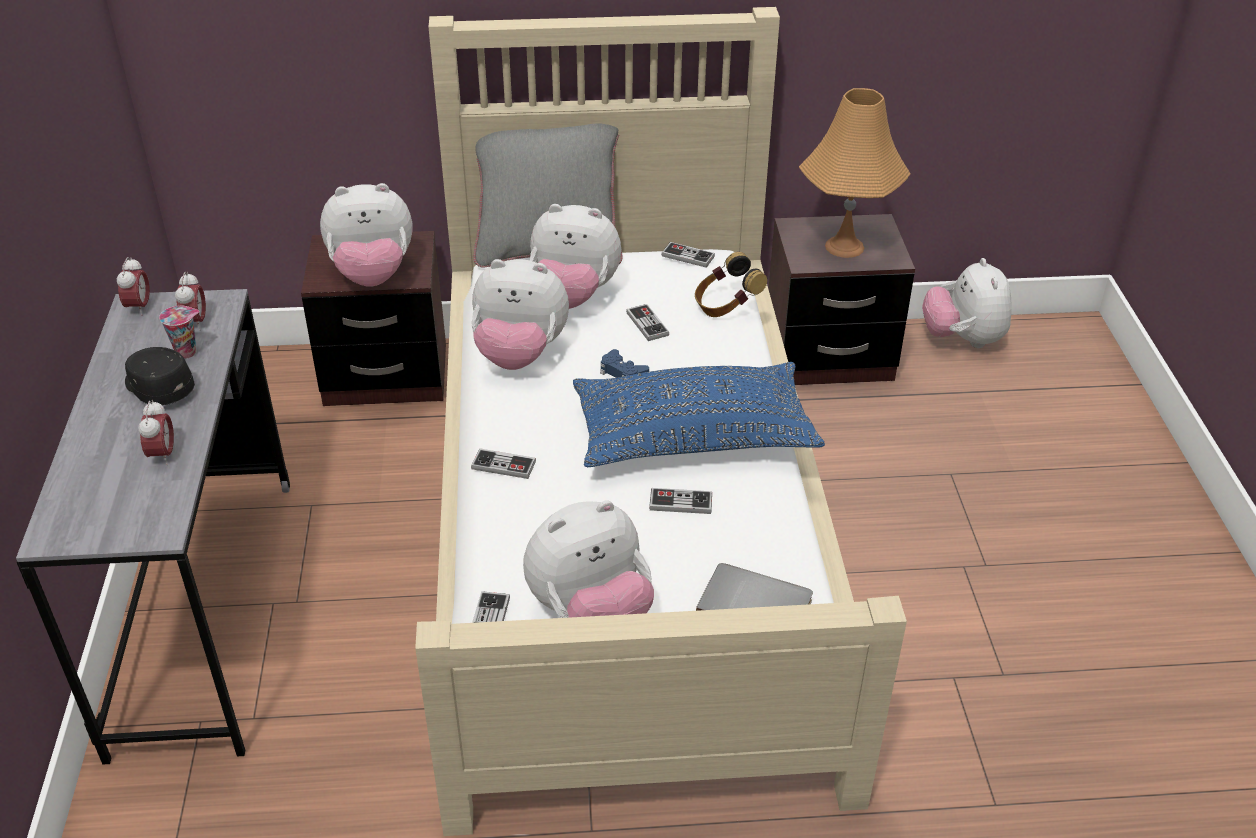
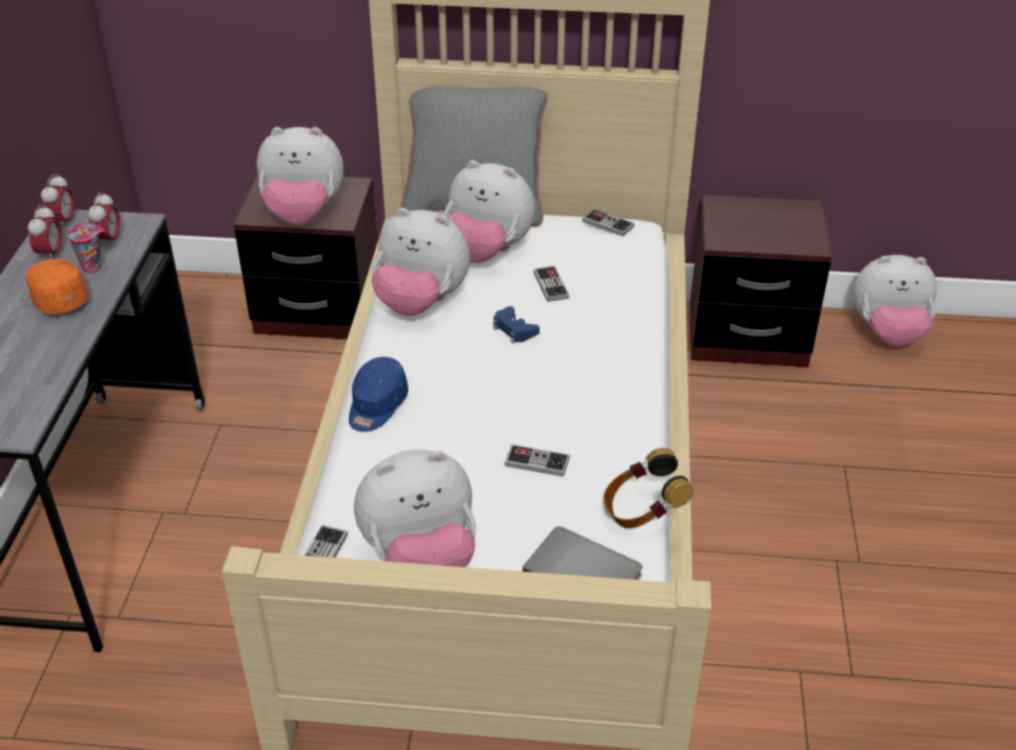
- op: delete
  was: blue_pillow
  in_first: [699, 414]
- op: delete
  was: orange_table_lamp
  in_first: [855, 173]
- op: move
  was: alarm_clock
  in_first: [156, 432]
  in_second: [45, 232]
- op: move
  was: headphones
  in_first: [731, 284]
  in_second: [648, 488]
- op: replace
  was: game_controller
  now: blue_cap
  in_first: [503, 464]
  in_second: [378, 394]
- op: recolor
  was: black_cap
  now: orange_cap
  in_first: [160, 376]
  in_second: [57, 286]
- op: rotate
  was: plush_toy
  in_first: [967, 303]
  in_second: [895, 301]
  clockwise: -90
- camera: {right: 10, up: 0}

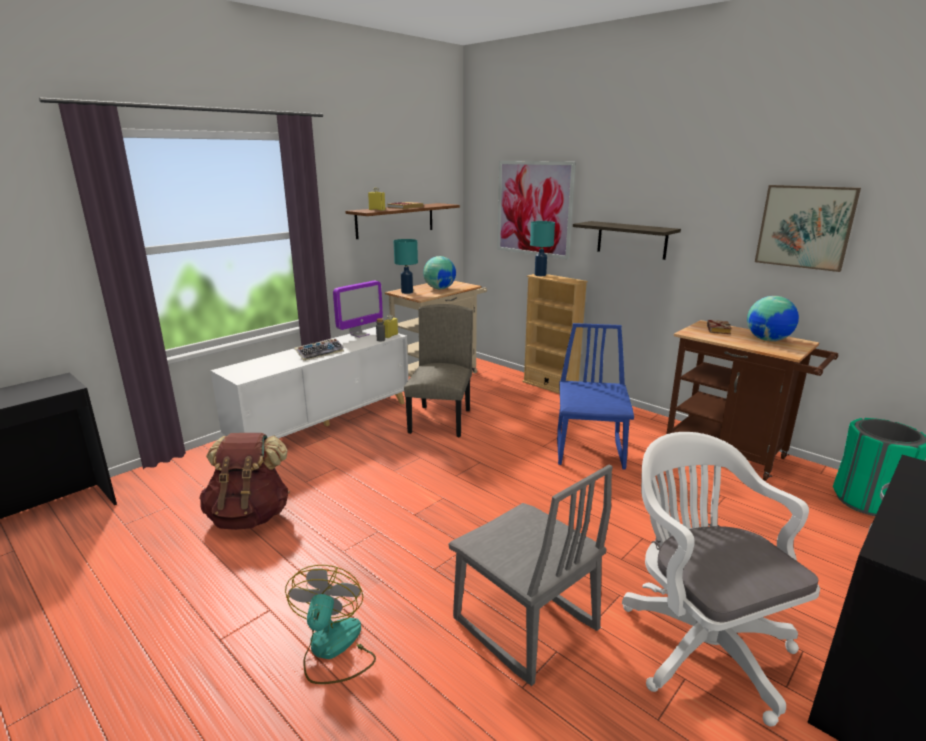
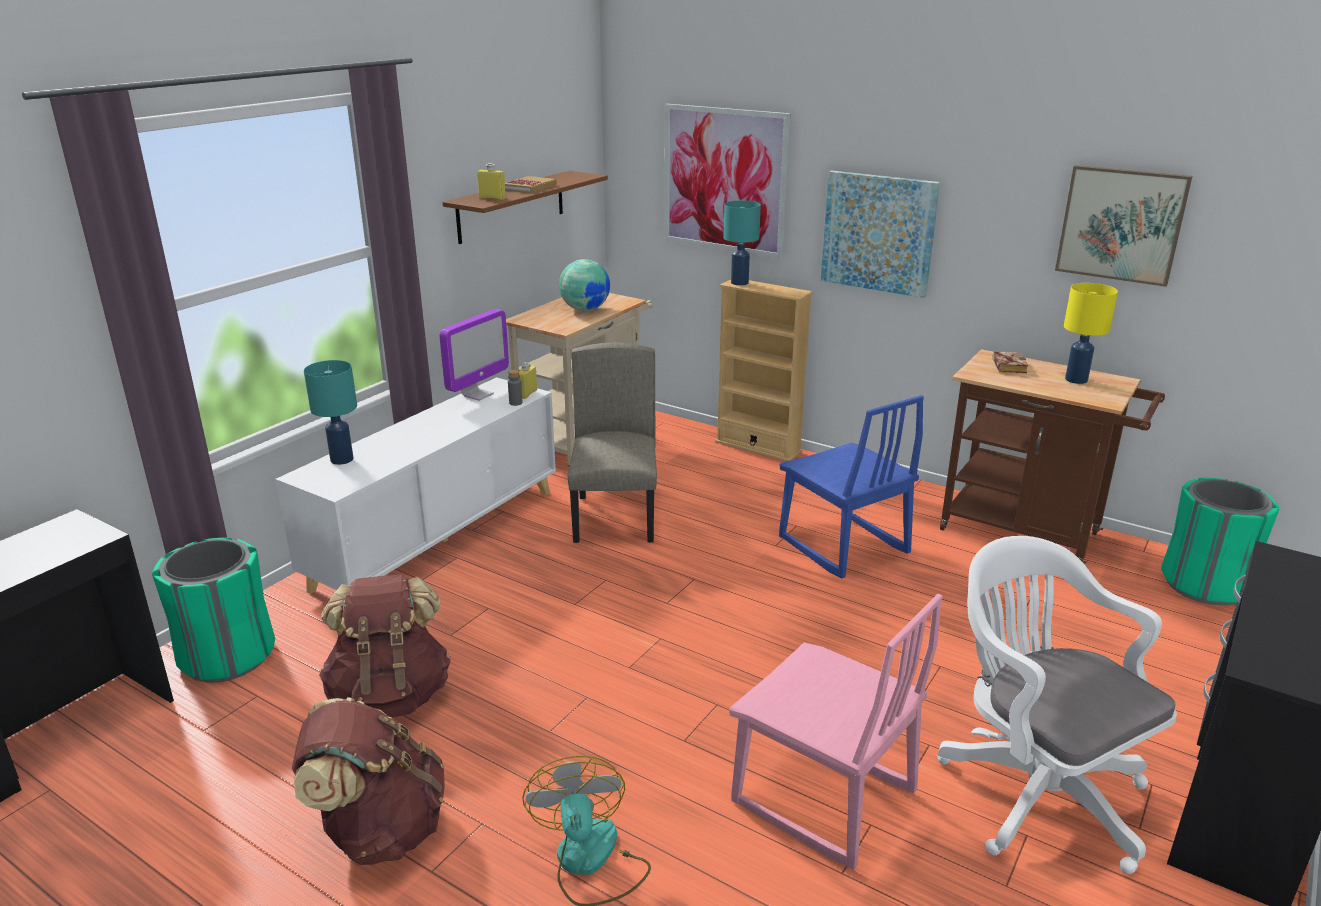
- op: delete
  was: keyboard
  in_first: [319, 350]
- op: insert
  now: green_trash_can
  in_second: [213, 610]
- op: insert
  now: brown_backpack
  in_second: [368, 781]
- op: move
  was: turquoise_table_lamp
  in_first: [405, 266]
  in_second: [330, 412]
- op: replace
  was: shelf
  now: picture
  in_first: [627, 240]
  in_second: [880, 234]
- op: replace
  was: globe
  now: yellow_table_lamp
  in_first: [773, 318]
  in_second: [1091, 333]
- op: recolor
  was: grey_chair
  now: pink_chair
  in_first: [531, 575]
  in_second: [836, 732]
- op: rotate
  was: blue_chair
  in_first: [595, 396]
  in_second: [851, 486]
  clockwise: 150
- camera: {right: -10, up: 5}

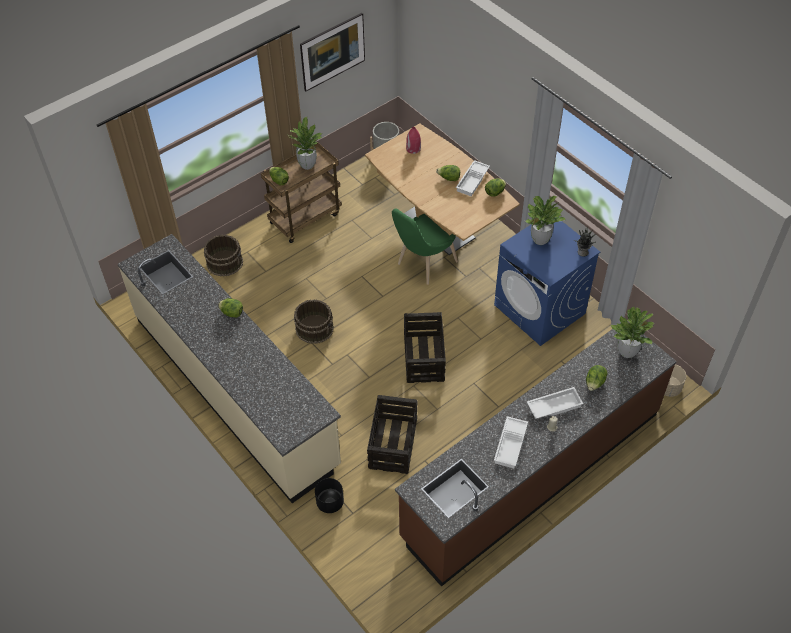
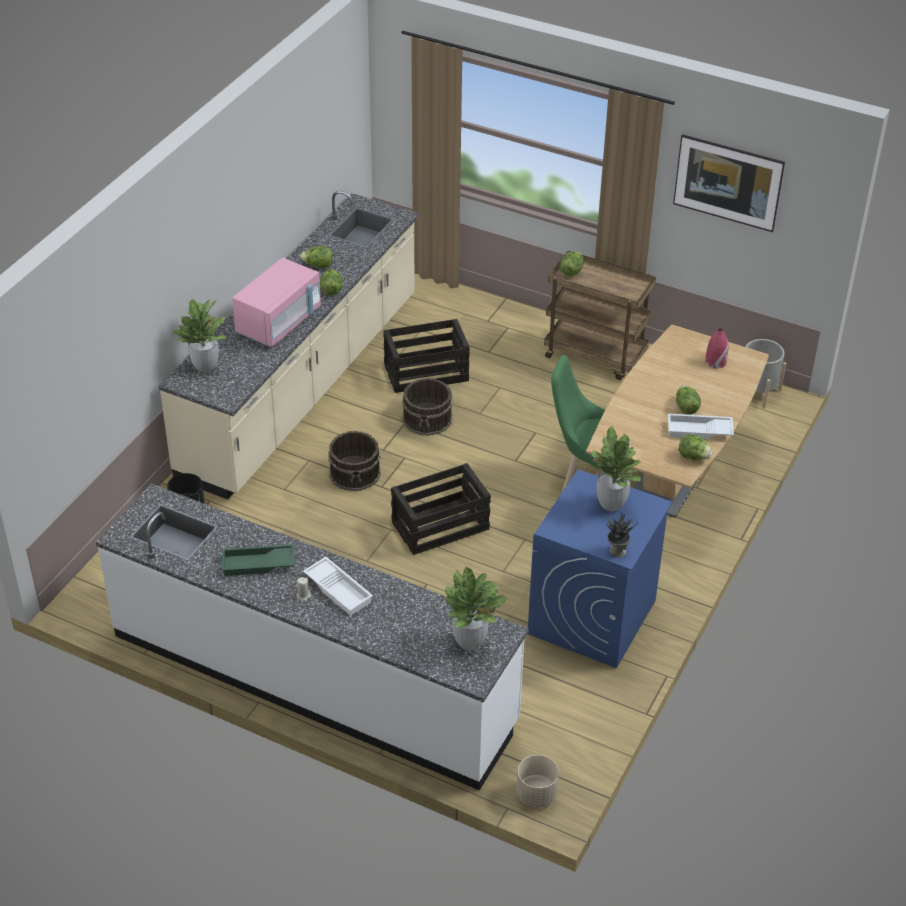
- op: insert
  now: pink_microwave
  in_second: [276, 302]
- op: move
  was: brown_bucket
  in_first: [223, 256]
  in_second: [354, 461]
- op: move
  was: potted_plant
  in_first: [305, 143]
  in_second: [199, 335]
- op: move
  was: crate
  in_first: [392, 434]
  in_second: [426, 356]
- op: move
  was: lettuce
  in_first: [597, 378]
  in_second: [316, 257]
- op: recolor
  was: brown_counter
  now: white_counter
  in_first: [536, 454]
  in_second: [312, 637]
- op: recolor
  was: white_tray
  now: green_tray
  in_first: [511, 442]
  in_second: [258, 560]
- camera: {right: 65, up: -10}

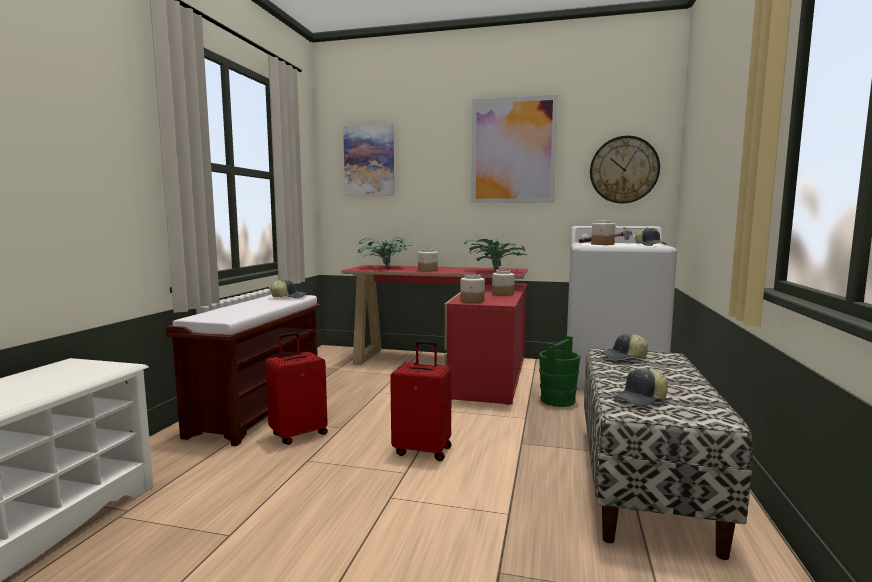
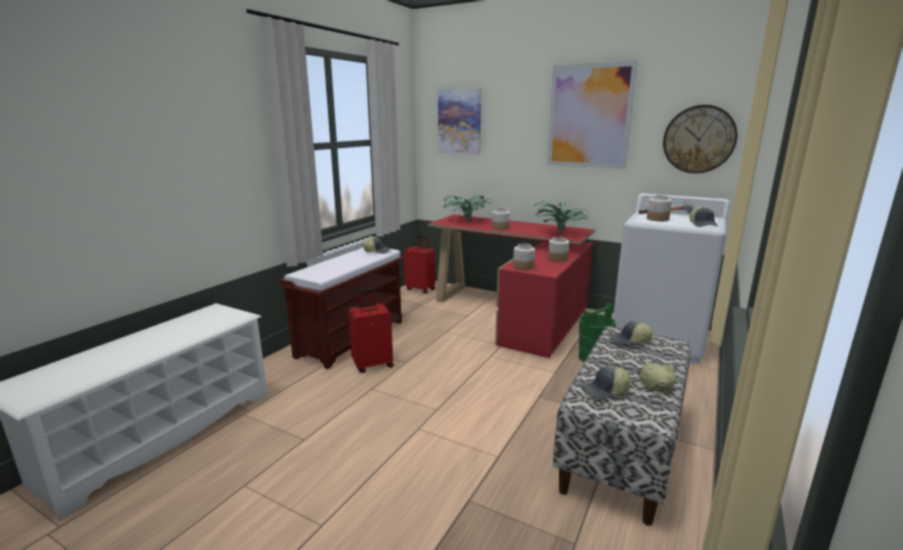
- op: insert
  now: cap
  in_second: [657, 376]
- op: move
  was: red_suitcase
  in_first: [421, 400]
  in_second: [419, 264]
- camera: {right: 15, up: 10}

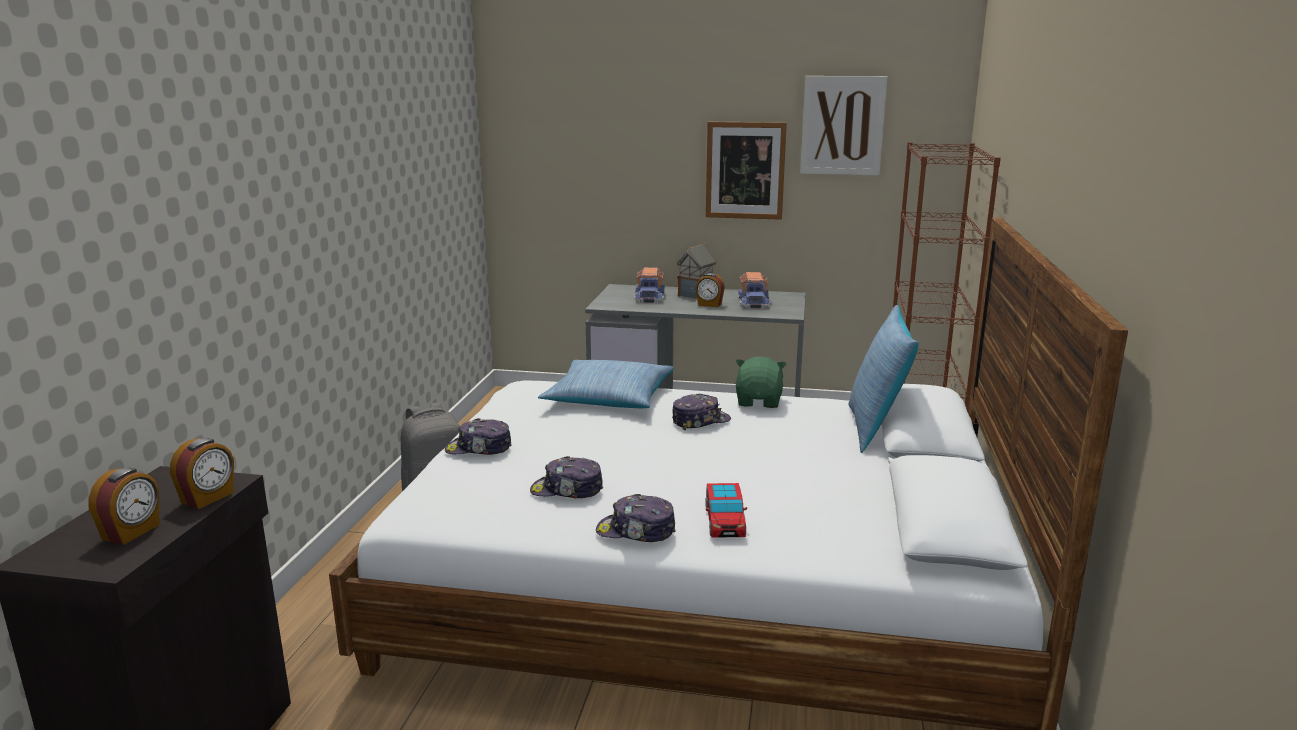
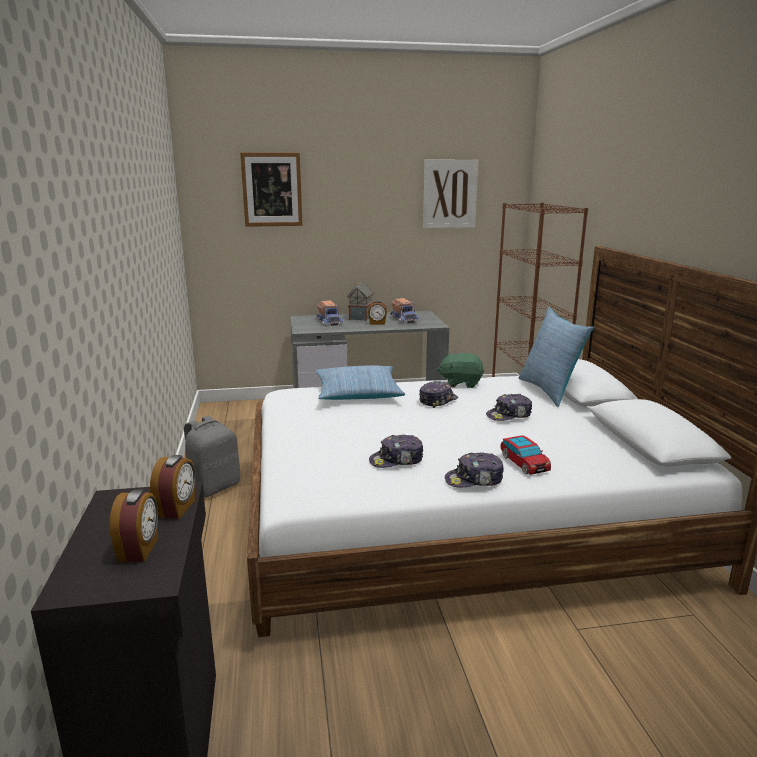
- op: move
  was: cap
  in_first: [478, 436]
  in_second: [509, 407]
- op: move
  was: picture
  in_first: [746, 171]
  in_second: [271, 189]
- op: rotate
  was: green_plush_toy
  in_first: [760, 382]
  in_second: [460, 370]
  clockwise: -75
- camera: {right: -20, up: 0}

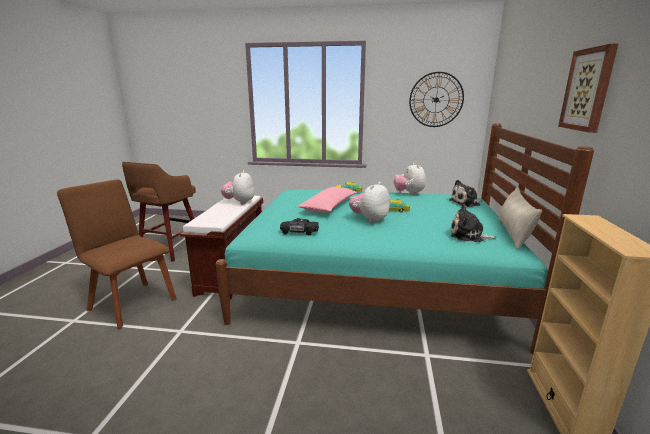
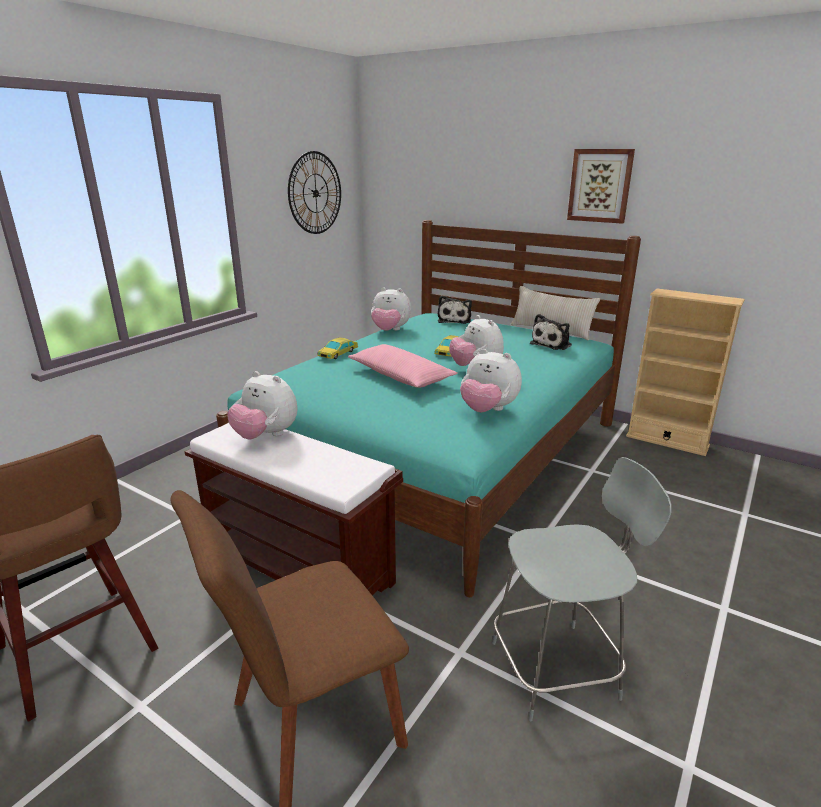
- op: insert
  now: grey_chair
  in_second: [582, 589]
- op: replace
  was: black_toy_car
  now: plush_toy
  in_first: [299, 226]
  in_second: [491, 380]
- camera: {right: -65, up: 5}

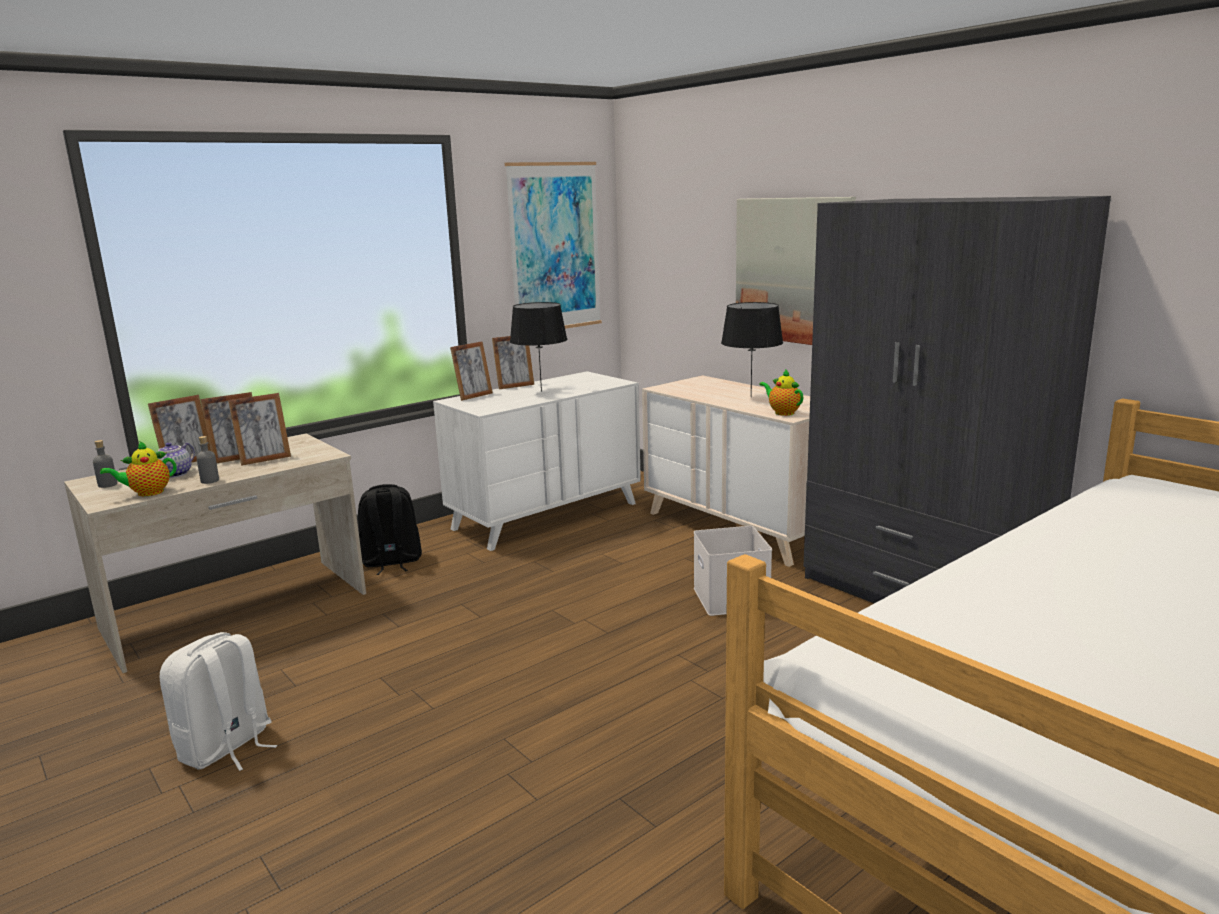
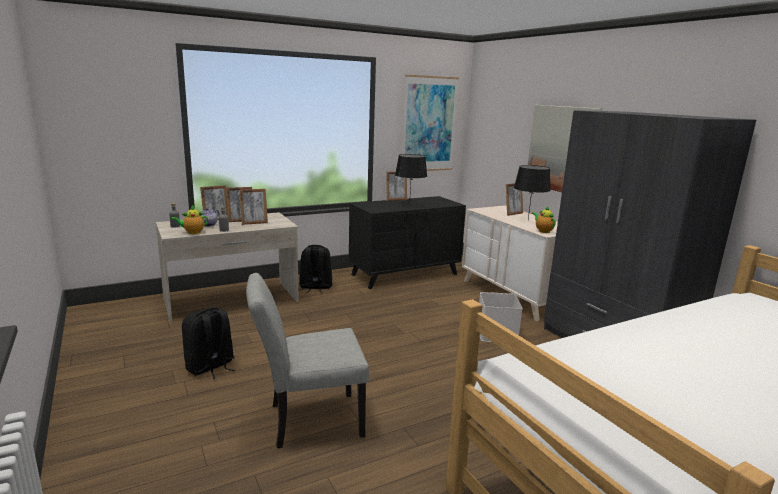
- op: insert
  now: grey_chair
  in_second: [307, 361]
- op: move
  was: picture_frame
  in_first: [471, 371]
  in_second: [514, 199]
- op: recolor
  was: white_backpack
  now: black_backpack
  in_first: [218, 701]
  in_second: [208, 343]
- op: recolor
  was: white_dresser
  now: black_dresser
  in_first: [537, 461]
  in_second: [407, 242]
- camera: {right: 10, up: 0}

